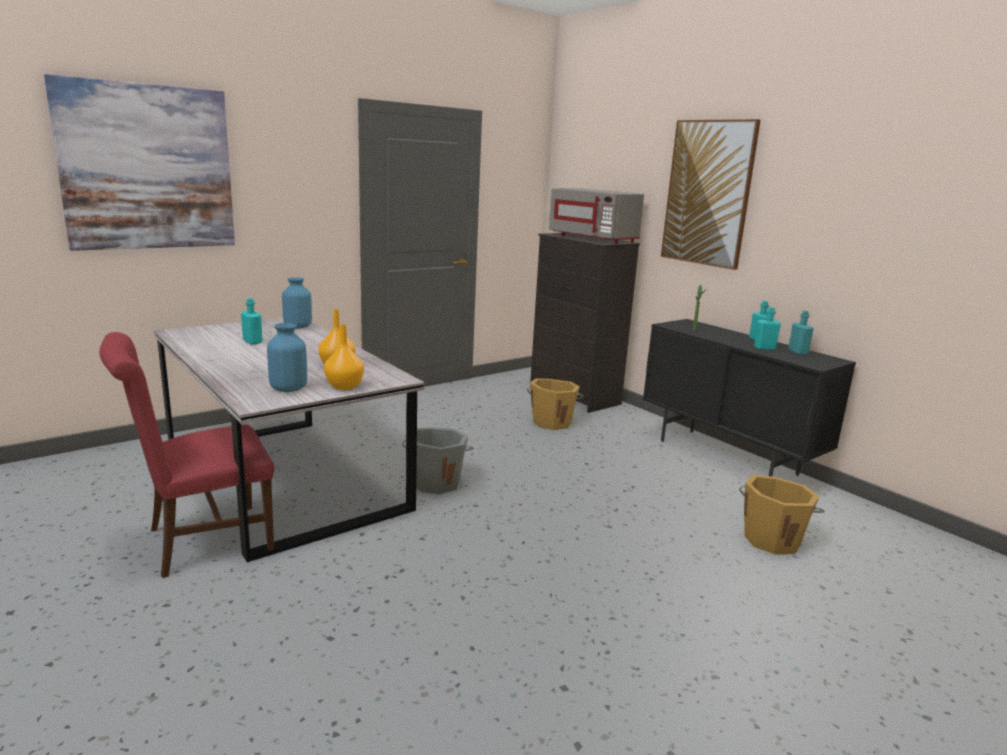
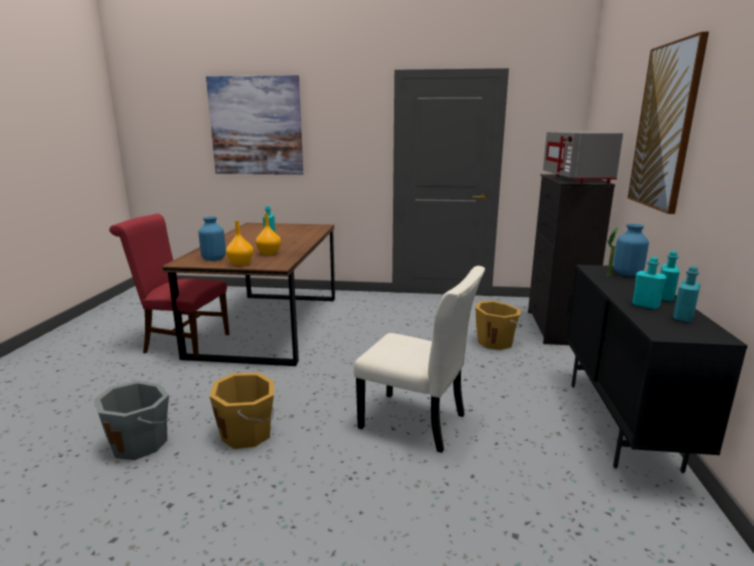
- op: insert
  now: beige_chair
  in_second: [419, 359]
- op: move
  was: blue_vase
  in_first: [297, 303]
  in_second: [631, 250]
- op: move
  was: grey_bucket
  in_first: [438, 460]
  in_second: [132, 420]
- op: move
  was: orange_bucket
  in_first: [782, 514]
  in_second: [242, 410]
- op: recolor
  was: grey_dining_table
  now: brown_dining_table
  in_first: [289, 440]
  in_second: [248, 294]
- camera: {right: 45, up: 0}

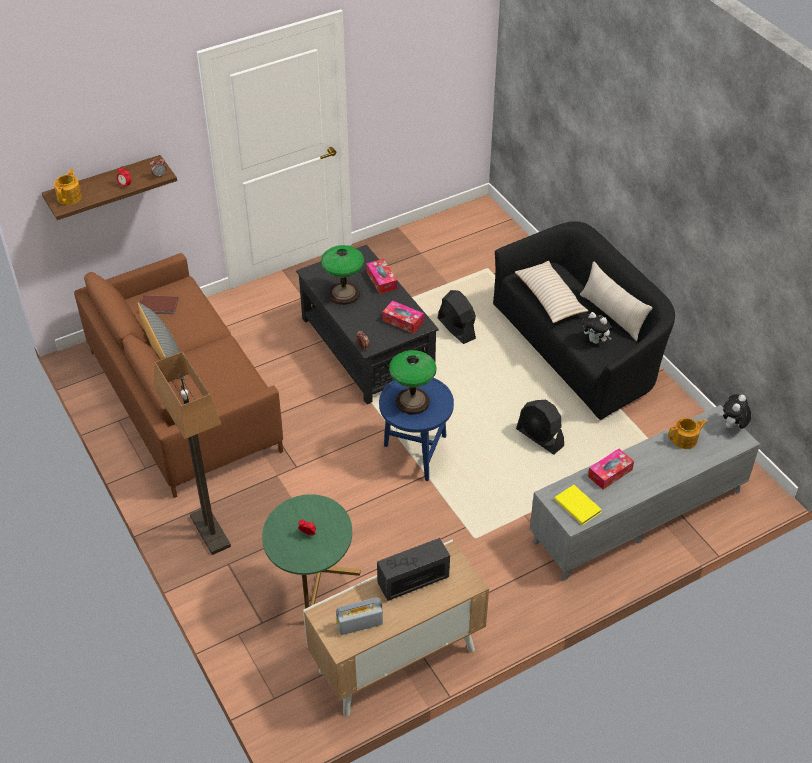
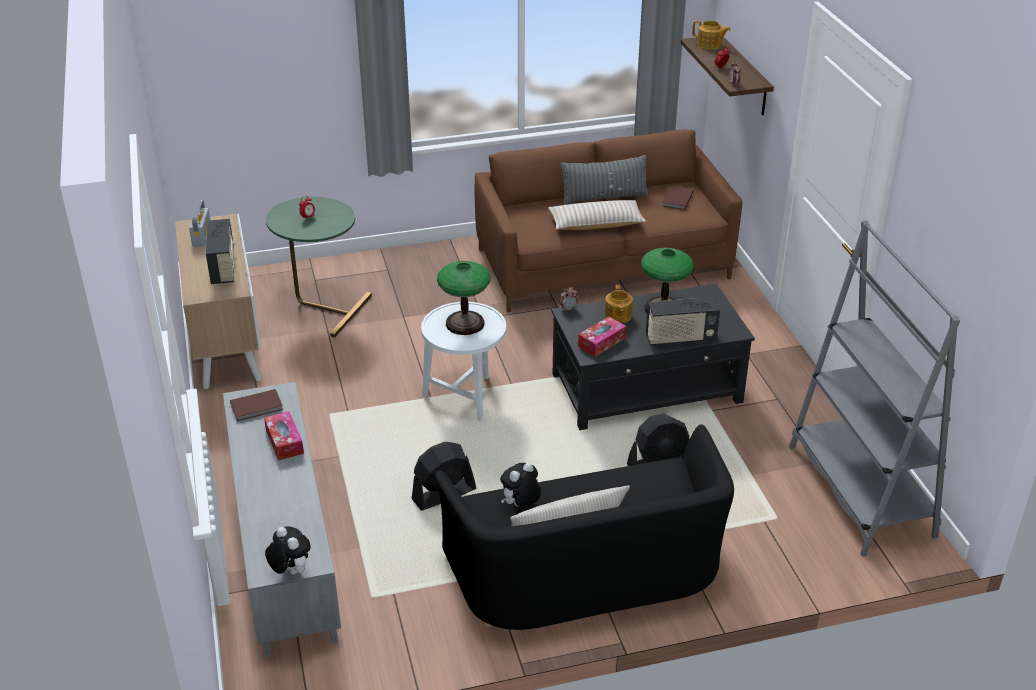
- op: delete
  was: floor_lamp
  in_first: [192, 453]
- op: insert
  now: grey_bookcase
  in_second: [874, 388]
- op: move
  was: beige_pillow
  in_first: [551, 292]
  in_second: [597, 215]
- op: move
  was: teapot
  in_first: [687, 433]
  in_second: [619, 304]
- op: replace
  was: tissue_box
  now: radio
  in_first: [381, 276]
  in_second: [683, 321]
- op: recolor
  was: blue_side_table
  now: white_side_table
  in_first: [416, 429]
  in_second: [463, 361]
- op: recolor
  was: yellow_book
  now: brown_book
  in_first: [578, 505]
  in_second: [256, 405]
- camera: {right: 105, up: -10}

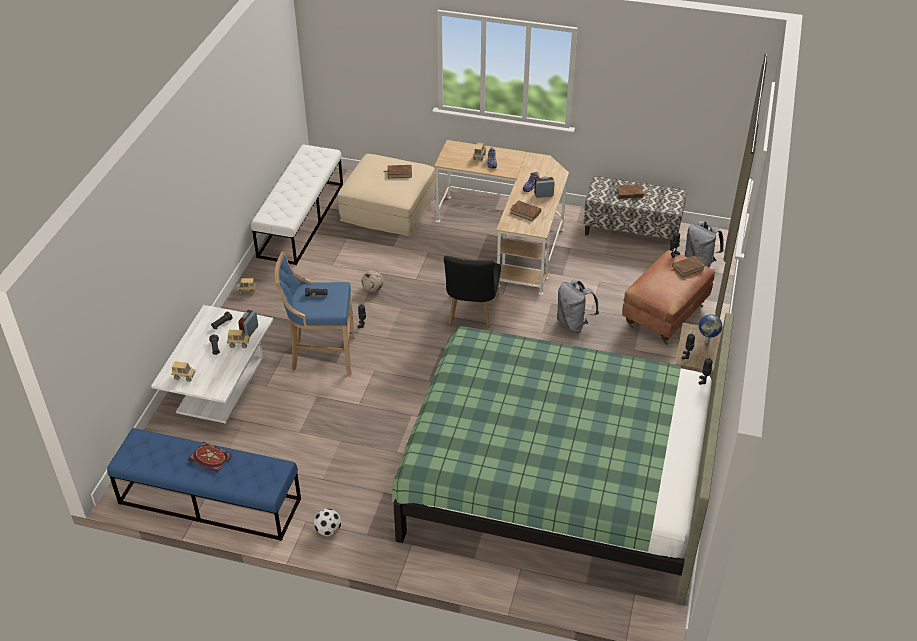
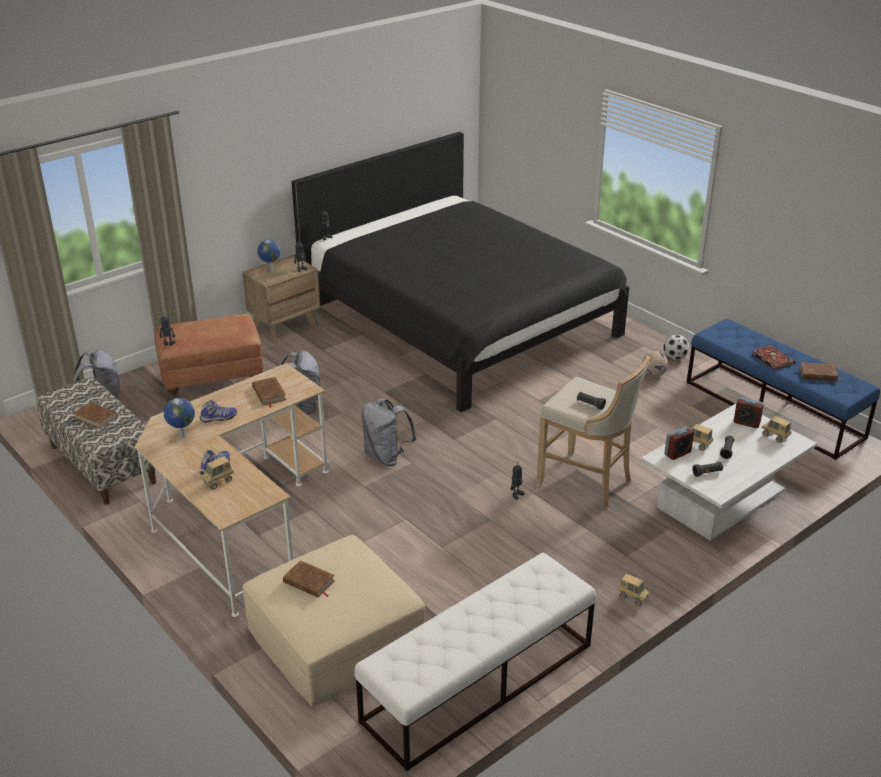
- op: insert
  now: globe
  in_second: [179, 418]
- op: move
  was: football
  in_first: [372, 281]
  in_second: [655, 364]
- op: move
  was: alarm_clock
  in_first: [544, 187]
  in_second: [749, 412]
- op: move
  was: brown_book
  in_first: [688, 266]
  in_second: [820, 371]
- op: replace
  was: black_chair
  now: grey_backpack
  in_first: [472, 292]
  in_second: [389, 432]
- op: recolor
  was: blue_stool
  now: beige_stool
  in_first: [315, 313]
  in_second: [593, 431]
- op: recolor
  was: green_bed
  now: black_bed
  in_first: [563, 459]
  in_second: [460, 272]
- camera: {right: -145, up: -10}

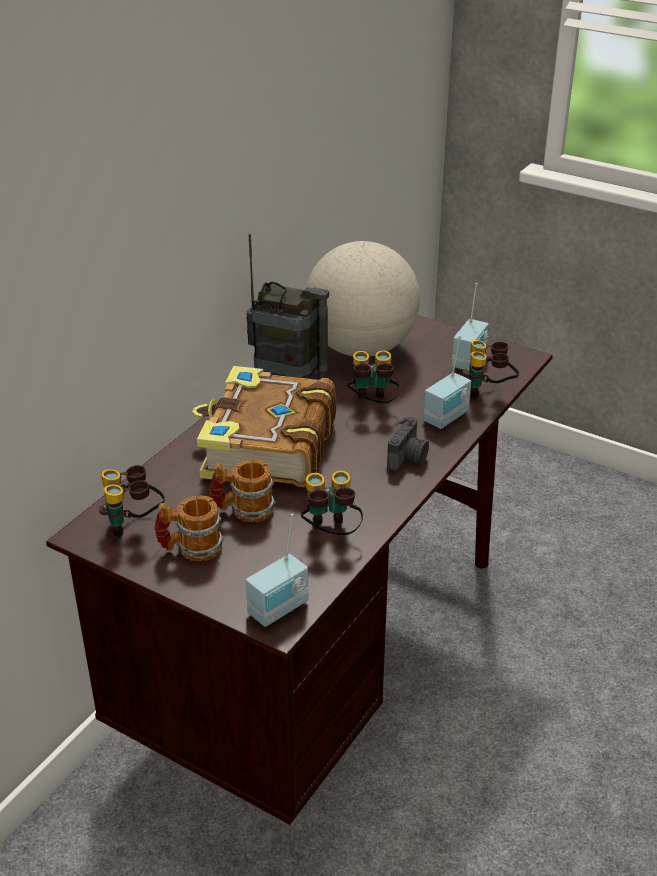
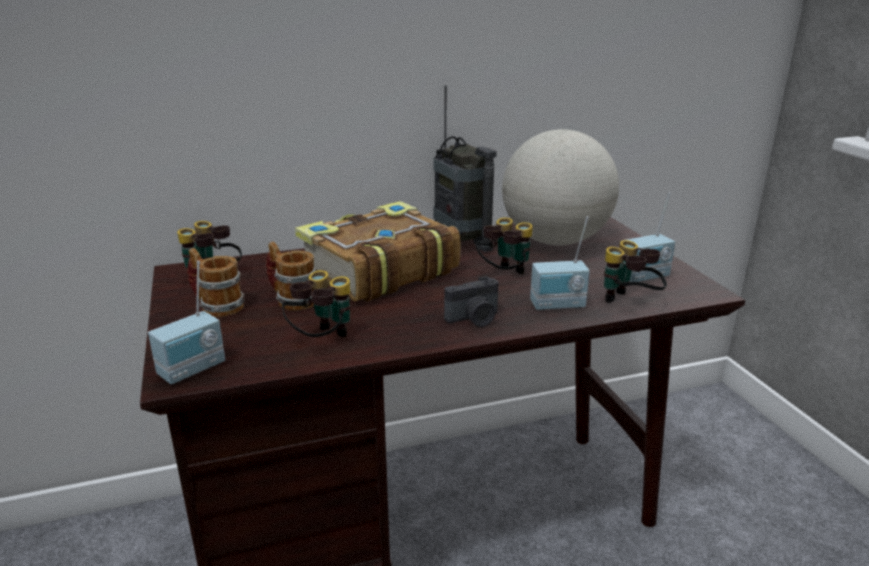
- op: rotate
  was: radio
  in_first: [277, 570]
  in_second: [186, 322]
  clockwise: -45
- camera: {right: 40, up: -10}

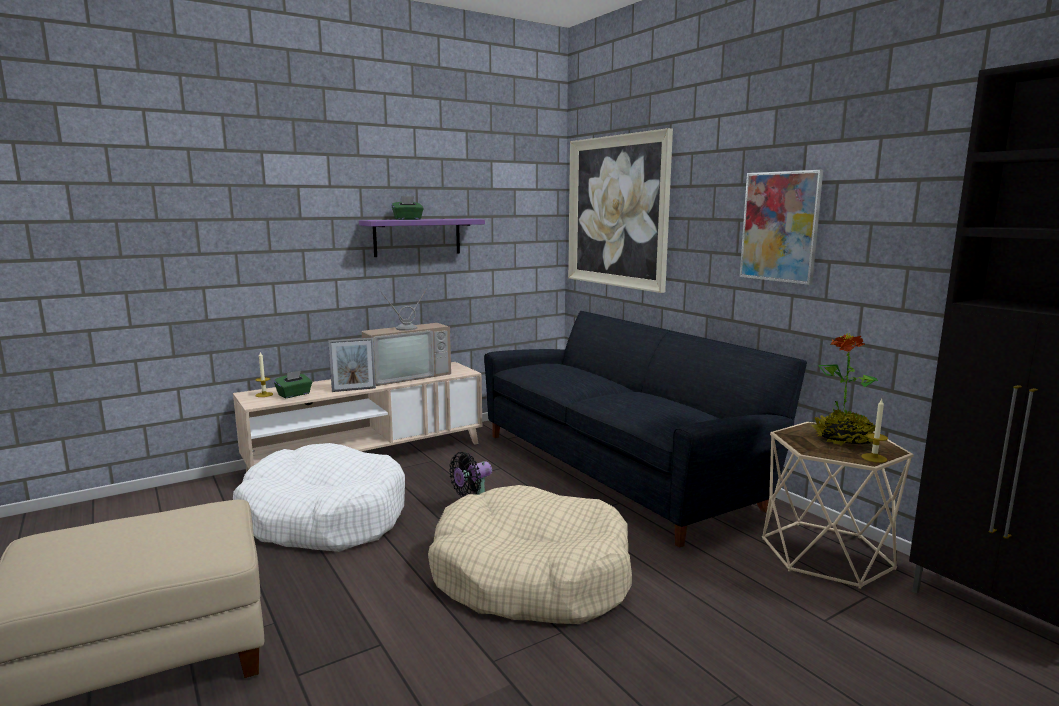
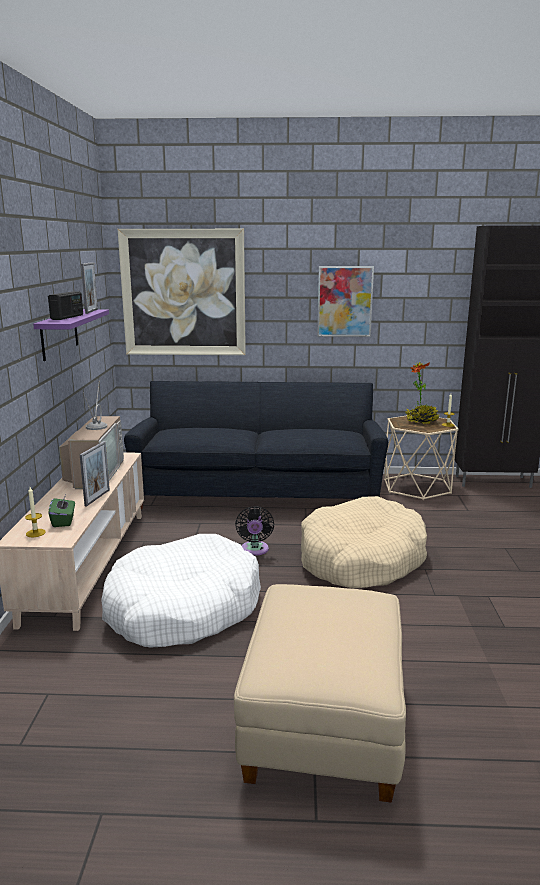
- op: insert
  now: picture_frame
  in_second: [89, 288]
- op: replace
  was: green_tissue_box
  now: radio
  in_first: [407, 208]
  in_second: [65, 305]
- camera: {right: -55, up: 5}

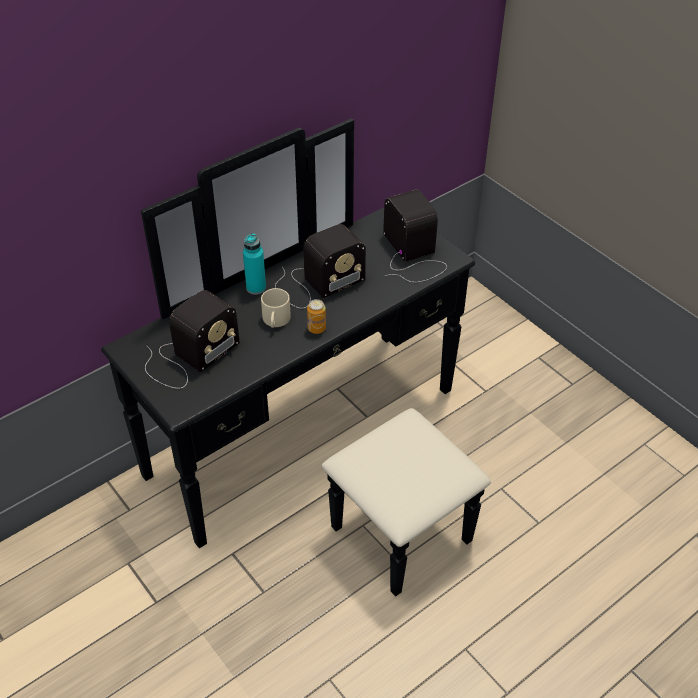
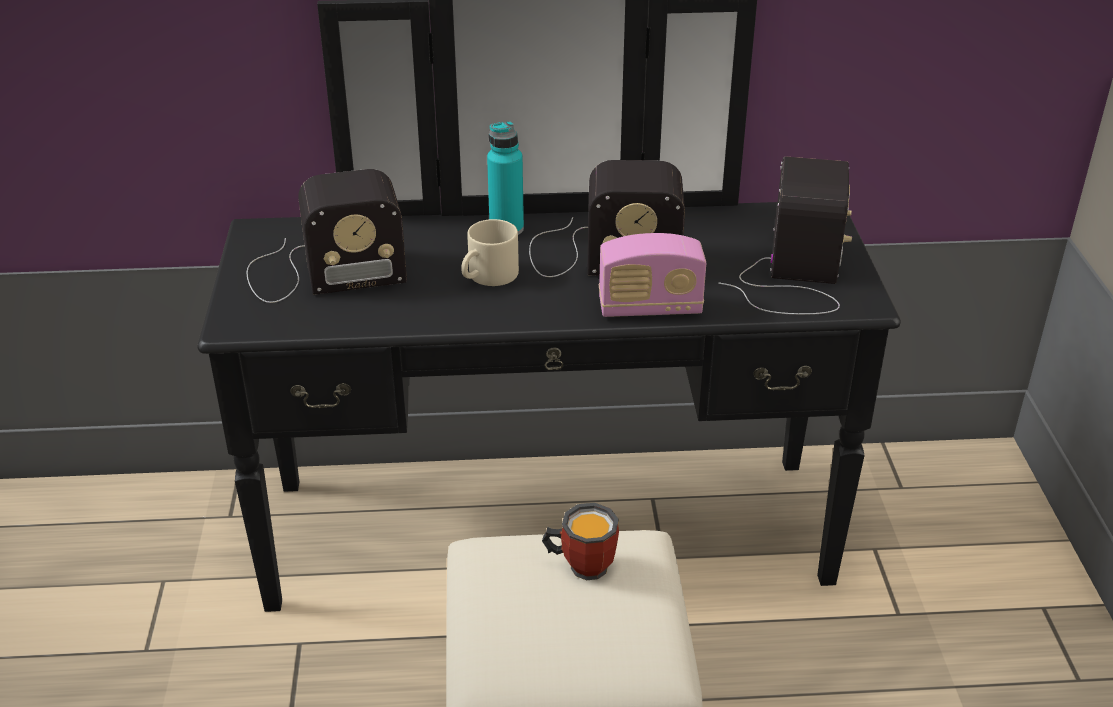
- op: delete
  was: can
  in_first: [316, 316]
- op: insert
  now: mug
  in_second: [580, 541]
- op: insert
  now: radio
  in_second: [652, 275]
- camera: {right: 35, up: -10}

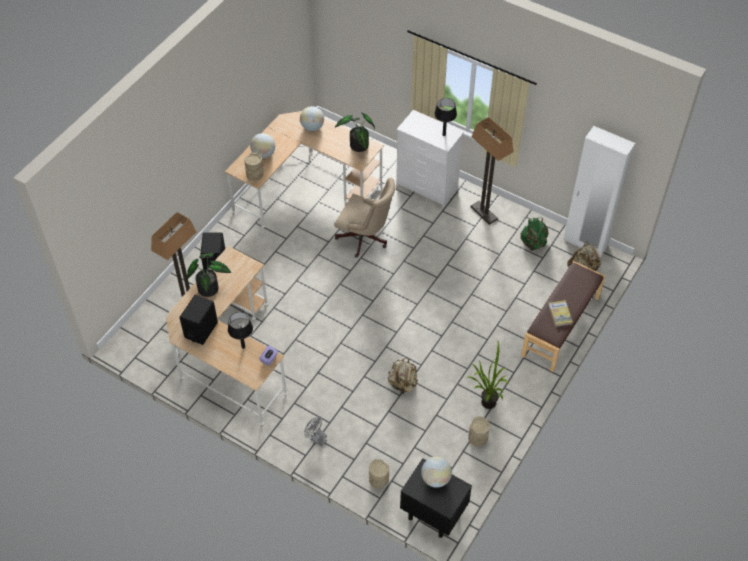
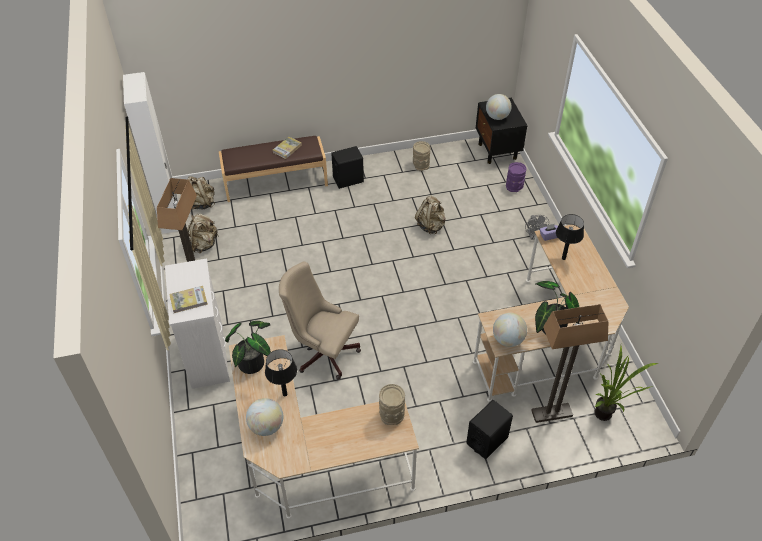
- op: insert
  now: book
  in_second: [188, 299]
- op: move
  was: black_speaker
  in_first: [198, 320]
  in_second: [347, 167]
- op: move
  was: globe
  in_first: [262, 145]
  in_second: [510, 330]
- op: move
  was: black_table_lamp
  in_first: [445, 117]
  in_second: [281, 373]
- op: move
  was: potted_plant
  in_first: [488, 375]
  in_second: [626, 383]
- op: recolor
  was: beige_vase
  now: purple_vase
  in_first: [379, 473]
  in_second: [516, 177]
- op: recolor
  was: green_backpack
  now: beige_backpack
  in_first: [534, 234]
  in_second: [203, 233]
- op: rotate
  was: beige_office_chair
  in_first: [364, 217]
  in_second: [320, 321]
  clockwise: -45
- camera: {right: -135, up: -5}

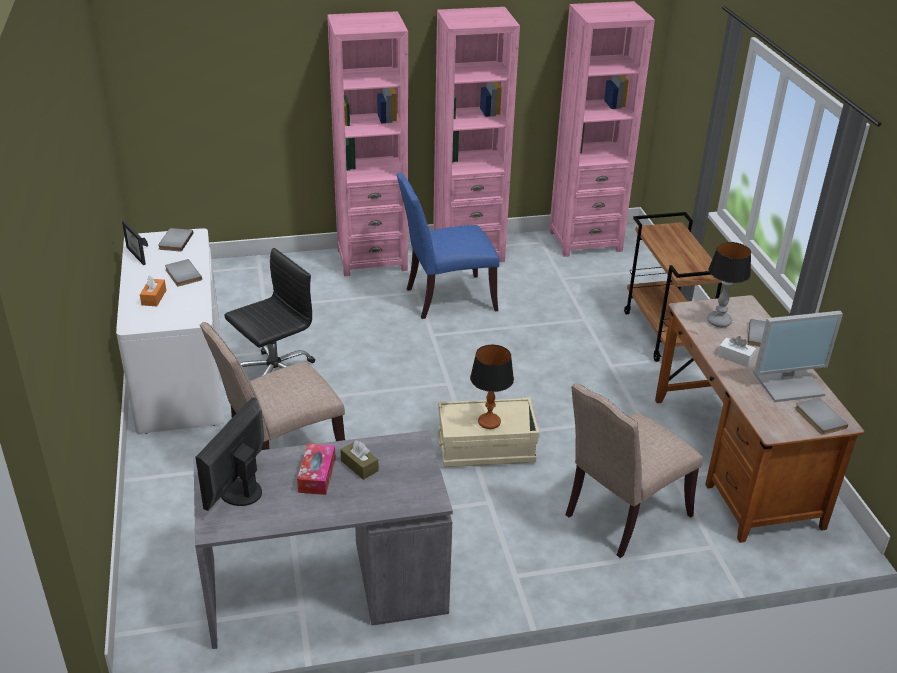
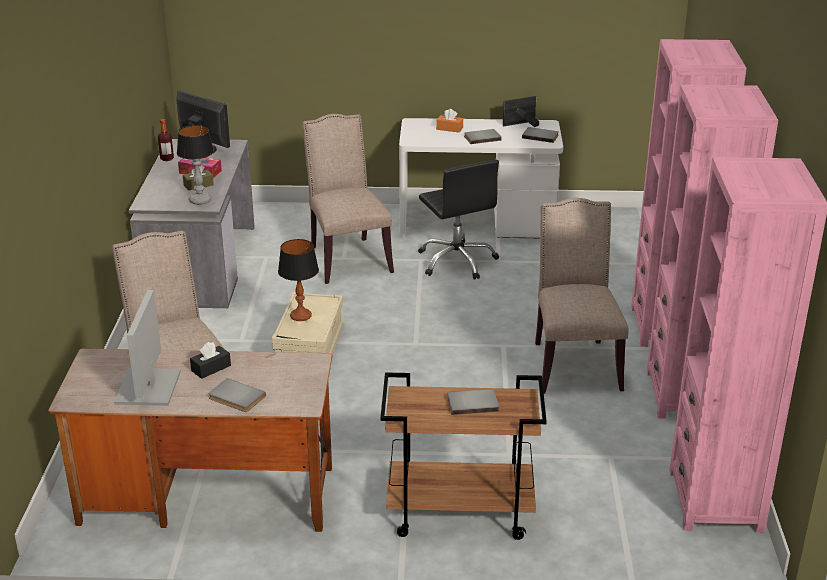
- op: insert
  now: bottle
  in_second: [166, 140]
- op: move
  was: table_lamp
  in_first: [729, 284]
  in_second: [195, 165]
- op: move
  was: grey_book
  in_first: [821, 416]
  in_second: [473, 402]
- op: recolor
  was: blue_chair
  now: beige_chair
  in_first: [448, 245]
  in_second: [582, 296]
- op: recolor
  was: white_tissue_box
  now: black_tissue_box
  in_first: [737, 351]
  in_second: [210, 360]
- camera: {right: 105, up: -5}

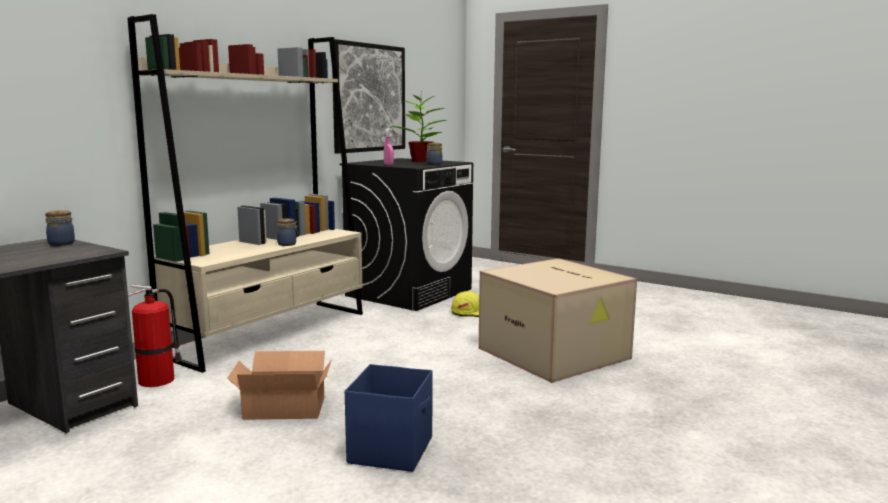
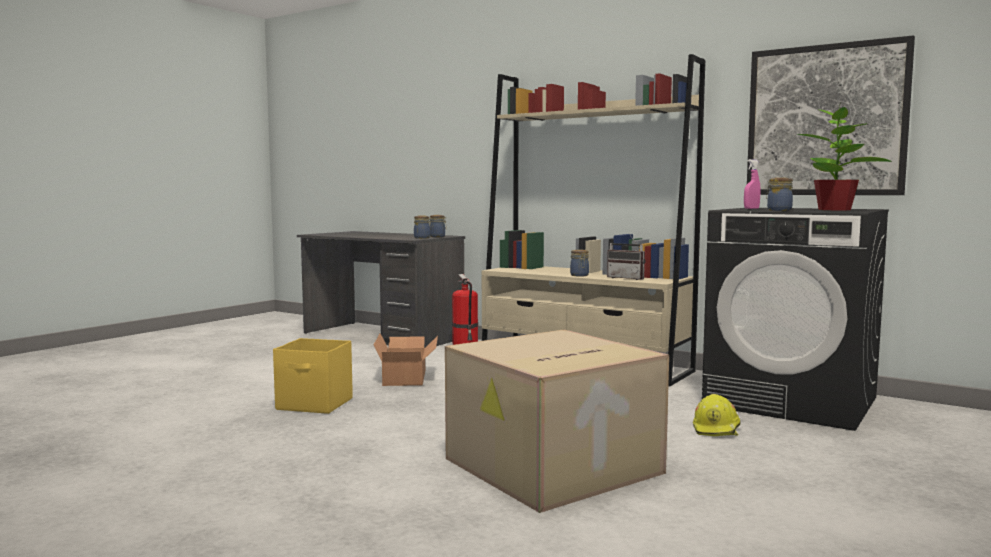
- op: insert
  now: jar
  in_second: [423, 227]
- op: insert
  now: radio
  in_second: [626, 257]
- op: recolor
  was: blue_storage_box
  now: yellow_storage_box
  in_first: [388, 418]
  in_second: [313, 376]
- camera: {right: 90, up: -5}

